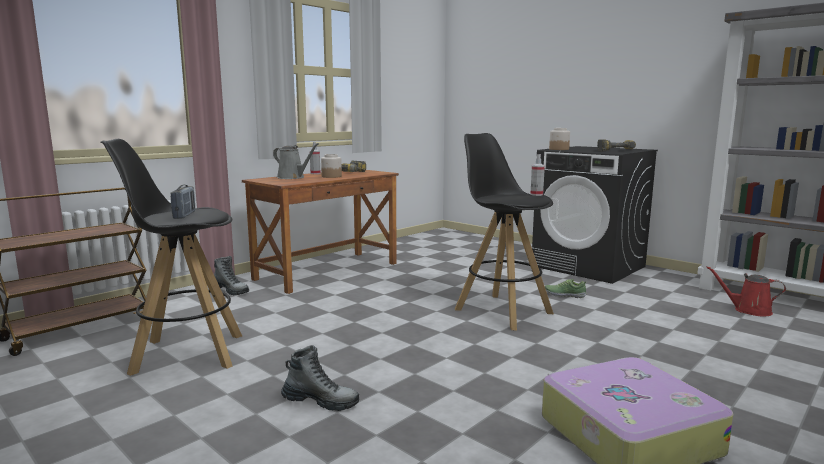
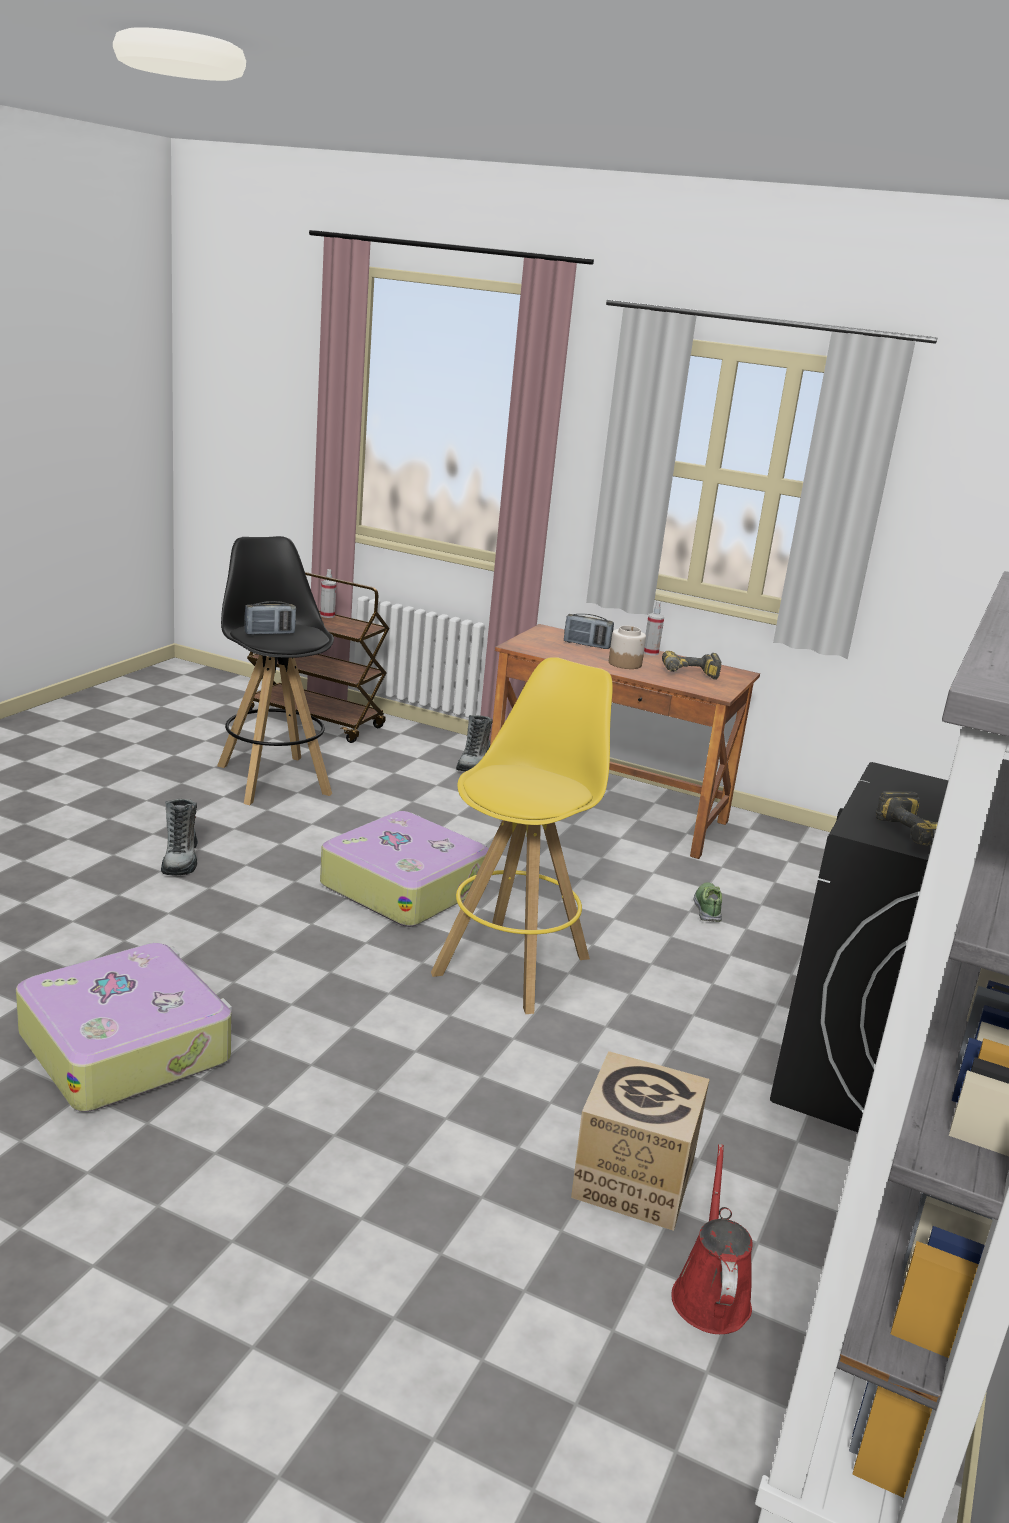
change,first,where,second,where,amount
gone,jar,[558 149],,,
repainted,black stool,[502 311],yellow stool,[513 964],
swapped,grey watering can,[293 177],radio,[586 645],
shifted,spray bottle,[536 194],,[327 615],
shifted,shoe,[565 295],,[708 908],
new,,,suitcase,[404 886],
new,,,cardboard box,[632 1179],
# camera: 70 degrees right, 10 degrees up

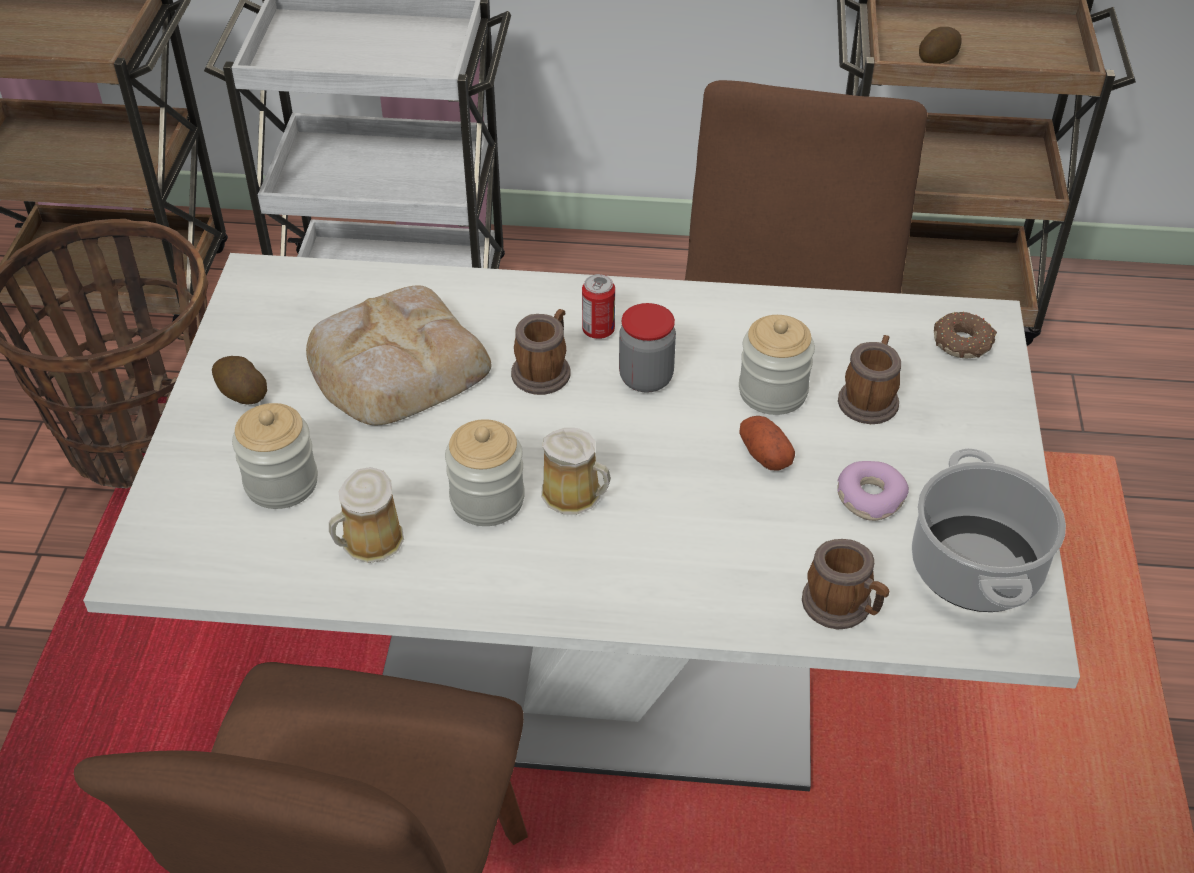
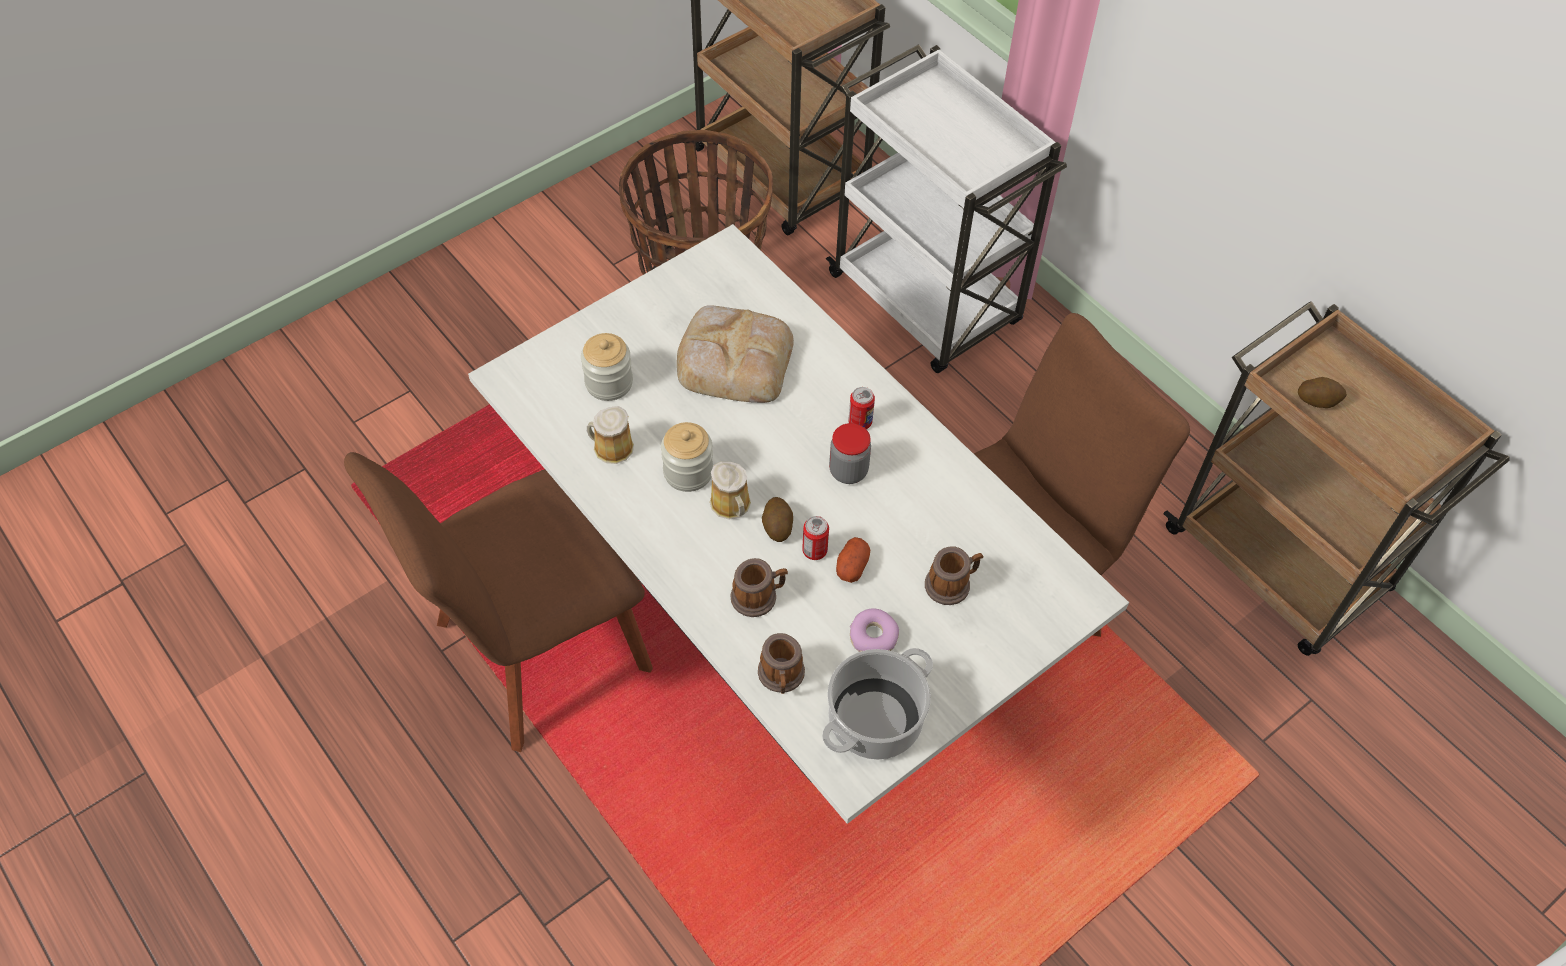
change,first,where,second,where,amount
shifted,mug,[544 370],,[758 596],
gone,donut,[963 343],,,
gone,jar,[773 392],,,
shifted,potato,[241 393],,[777 526],
new,,,can,[814 550],
# camera: 45 degrees right, 10 degrees up

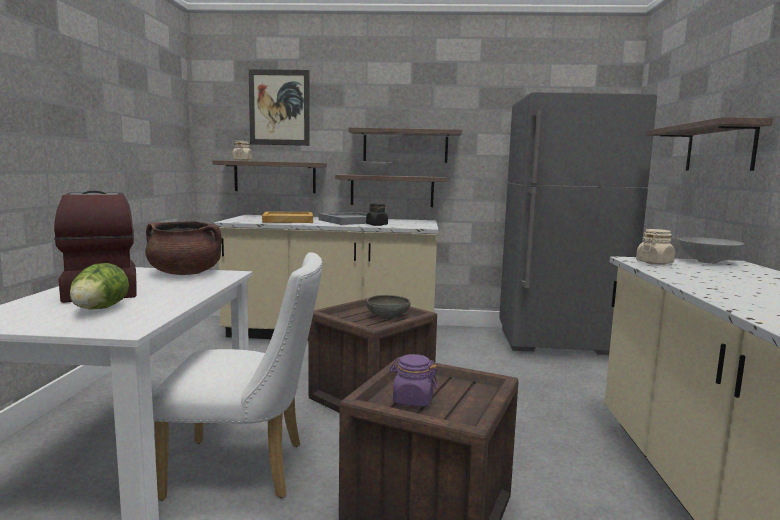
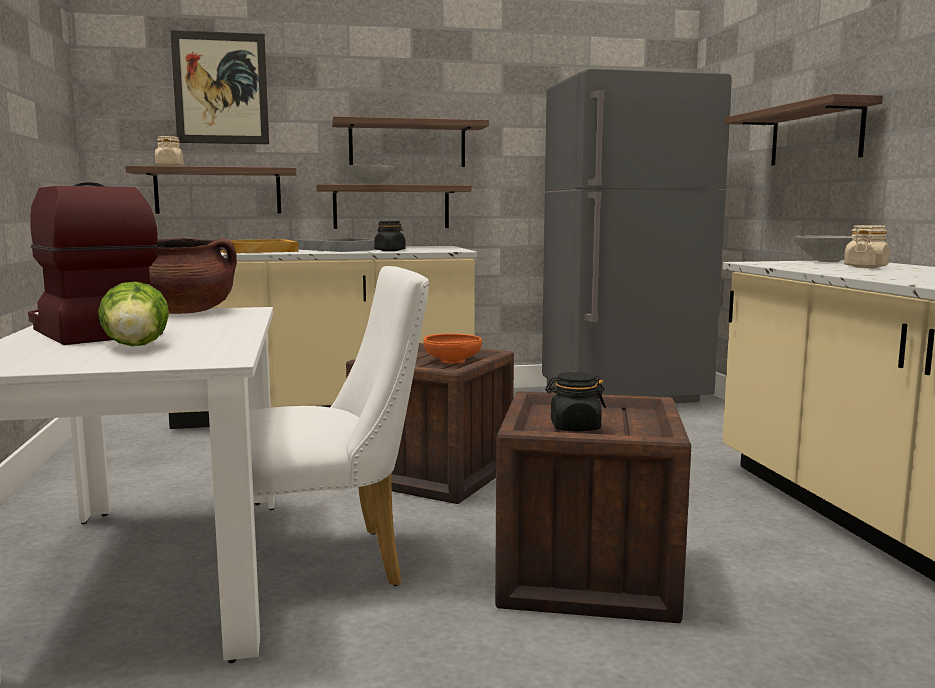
change,first,where,second,where,amount
shifted,beige jar,[654 263],,[865 267],
repainted,grey bowl,[387 317],orange bowl,[452 361],
repainted,purple jar,[412 400],black jar,[574 427],
# camera: 15 degrees left, 0 degrees up

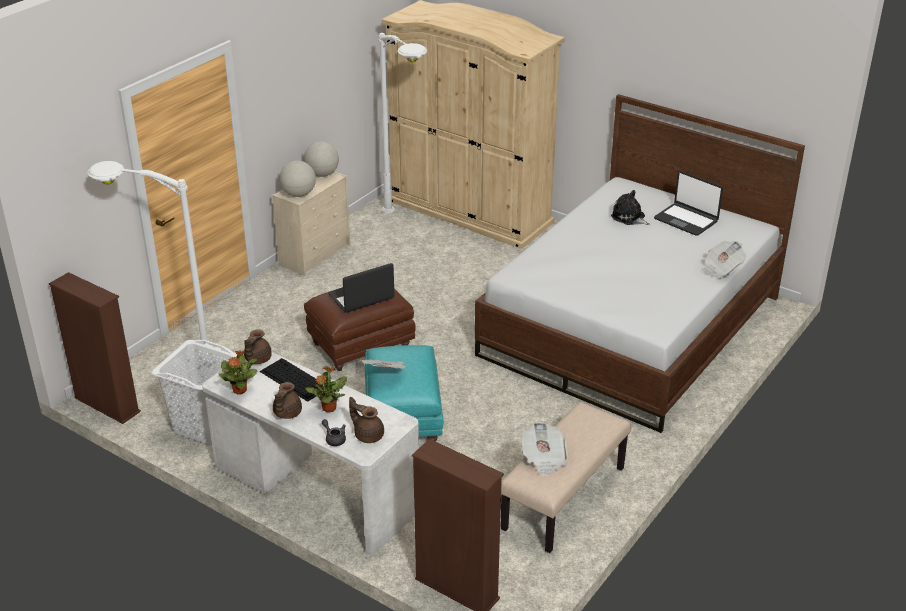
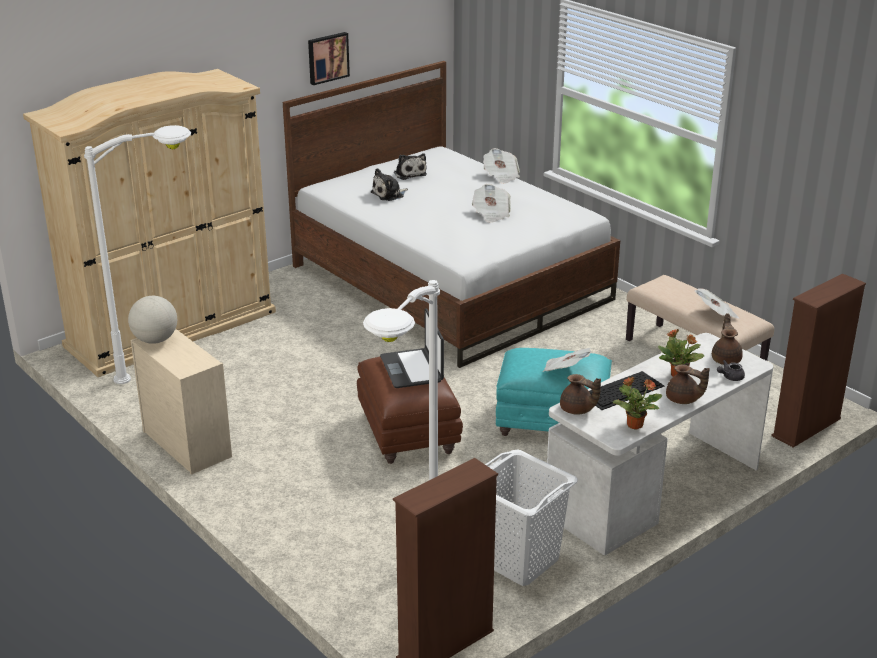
change,first,where,second,where,amount
gone,globe,[298 194],,,
swapped,laptop,[686 220],plush toy,[409 173],
rotated,brown teapot,[368 435],,[726 359],135 degrees clockwise
new,,,picture,[327 57],
new,,,newspaper,[491 214],
# camera: 75 degrees left, 5 degrees down

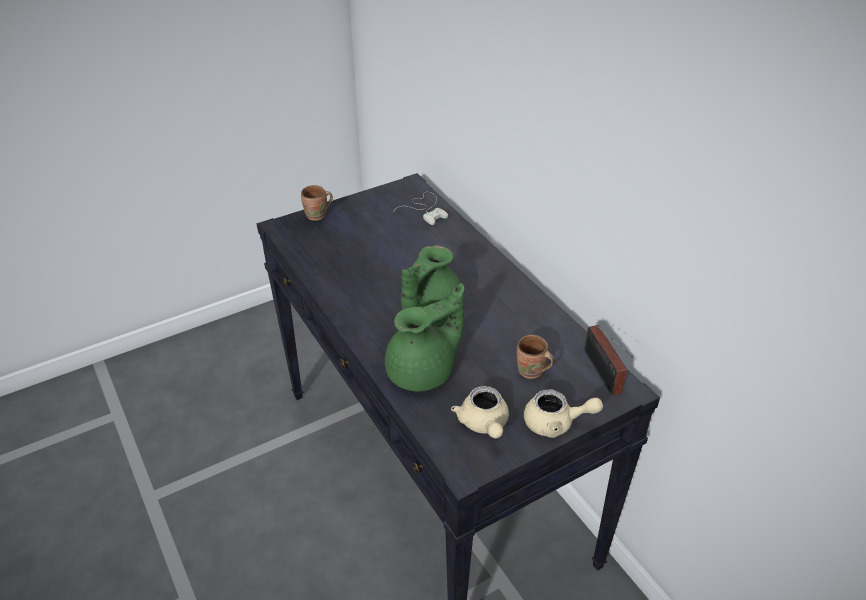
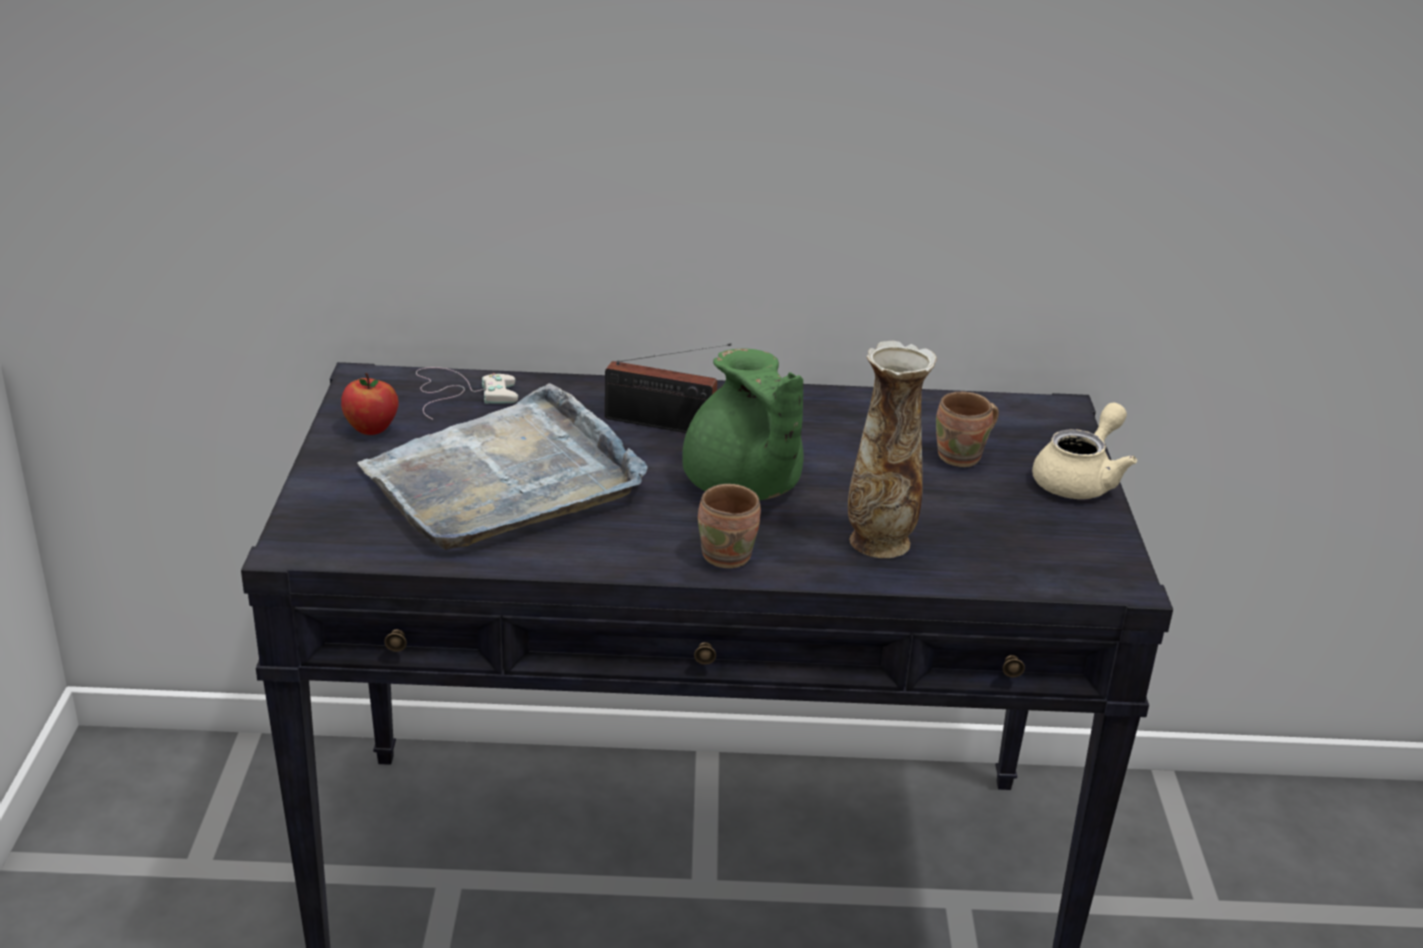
change,first,where,second,where,amount
shifted,brown mug,[317 216],,[730 555],
swapped,green teapot,[423 371],vase,[880 541],
shifted,radio,[603 374],,[665 425],
gone,beige teapot,[484 424],,,
new,,,apple,[371 429],
new,,,grey tray,[505 479],
# camera: 60 degrees left, 10 degrees down

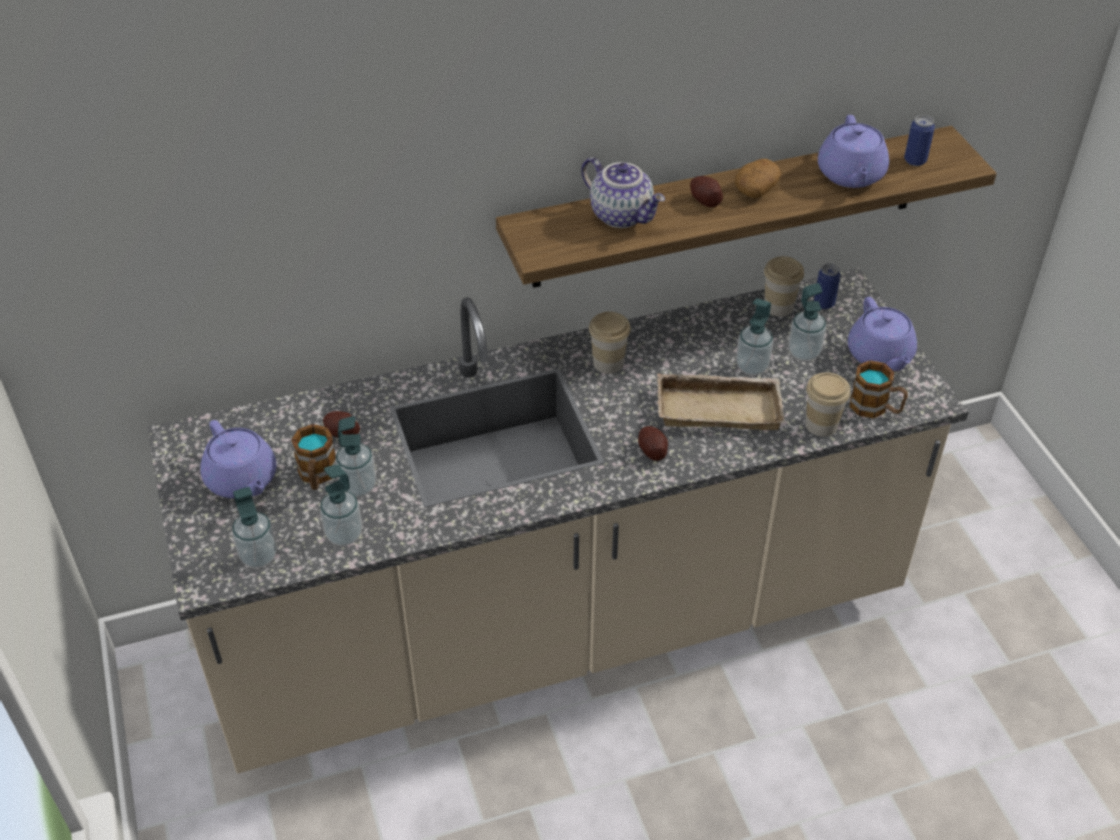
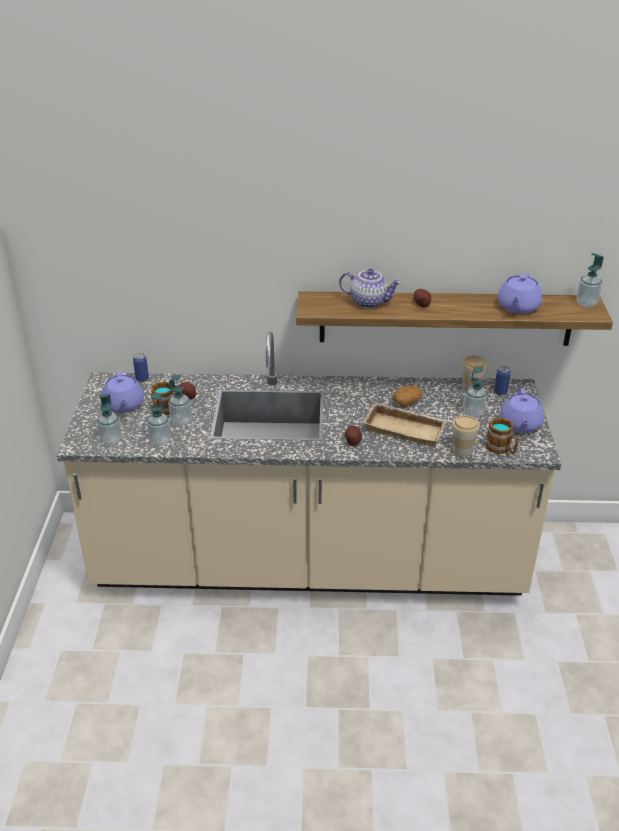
change,first,where,second,where,amount
shifted,can,[915 160],,[142 379],
rotated,teapot,[622 215],,[369 302],45 degrees counterclockwise
shifted,potato,[756 189],,[407 402],
shifted,soap dispenser,[752 366],,[586 303],
gone,cup,[608 363],,,
# camera: 20 degrees right, 10 degrees down

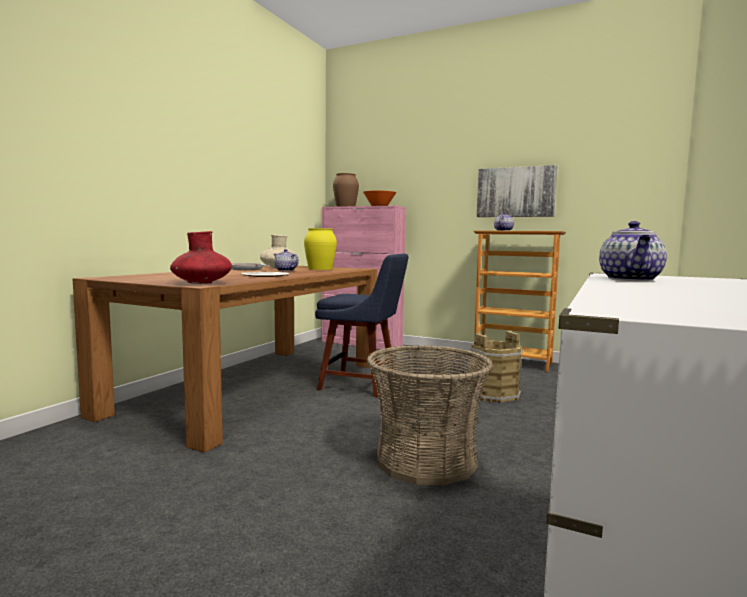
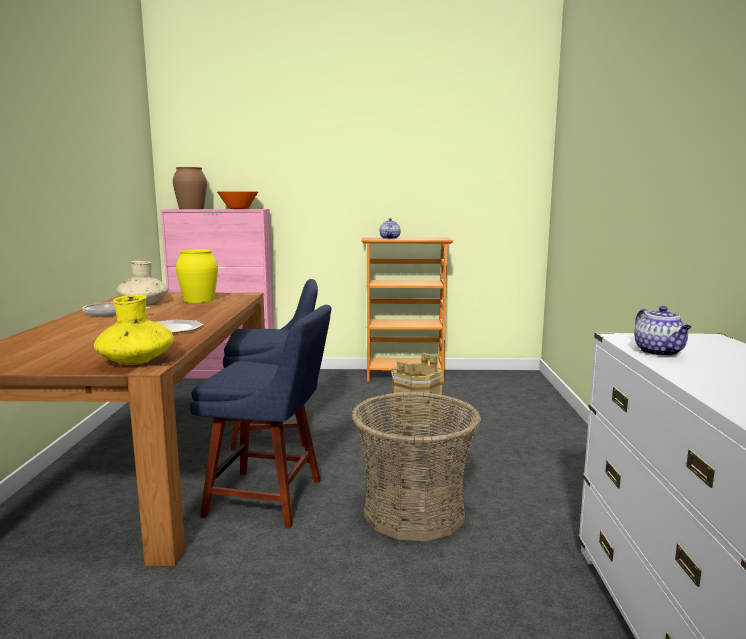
change,first,where,second,where,amount
gone,picture,[515 192],,,
repainted,red vase,[201 283],yellow vase,[136 361],
gone,teapot,[285 270],,,
new,,,blue chair,[270 498],
# camera: 25 degrees left, 5 degrees up

